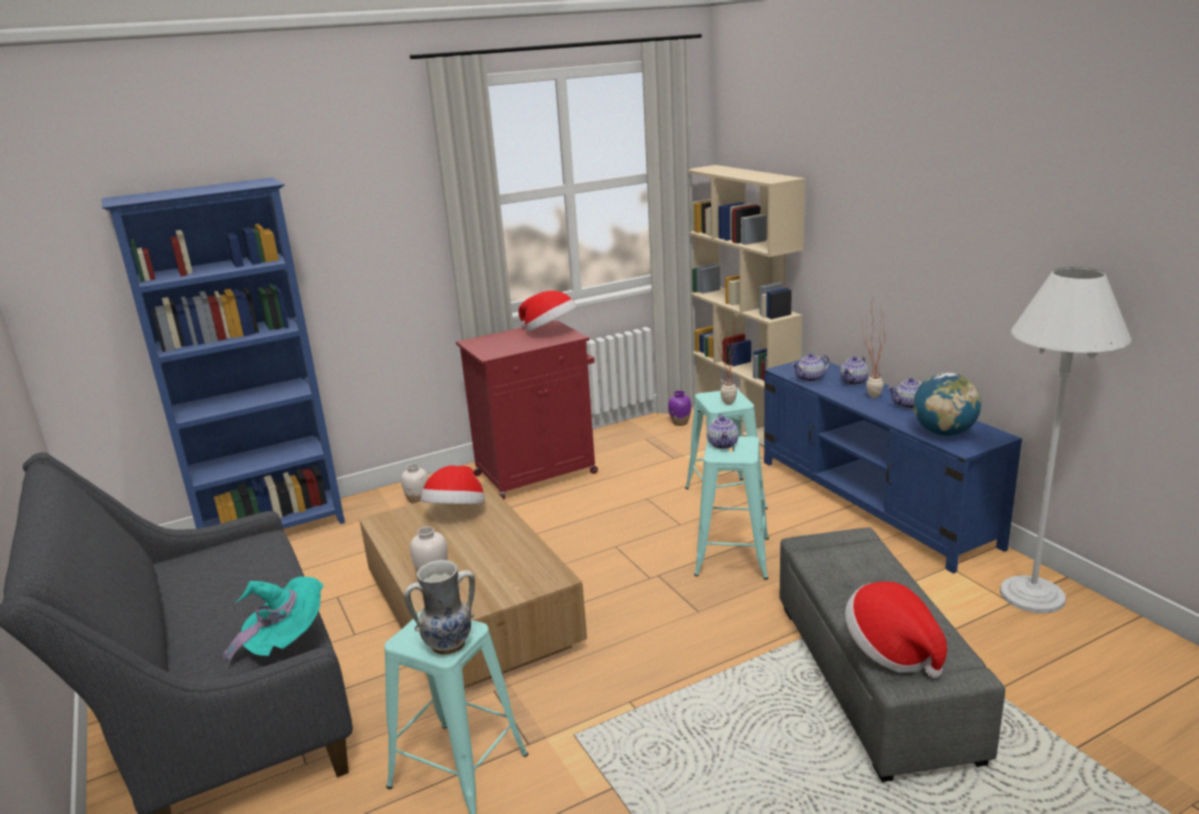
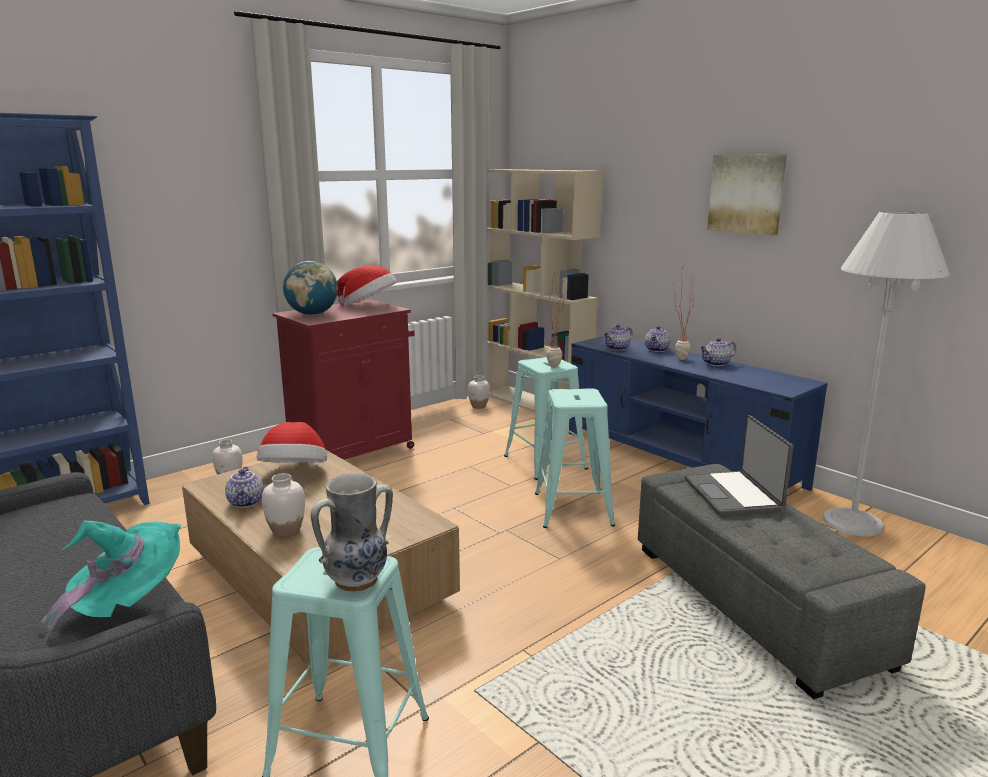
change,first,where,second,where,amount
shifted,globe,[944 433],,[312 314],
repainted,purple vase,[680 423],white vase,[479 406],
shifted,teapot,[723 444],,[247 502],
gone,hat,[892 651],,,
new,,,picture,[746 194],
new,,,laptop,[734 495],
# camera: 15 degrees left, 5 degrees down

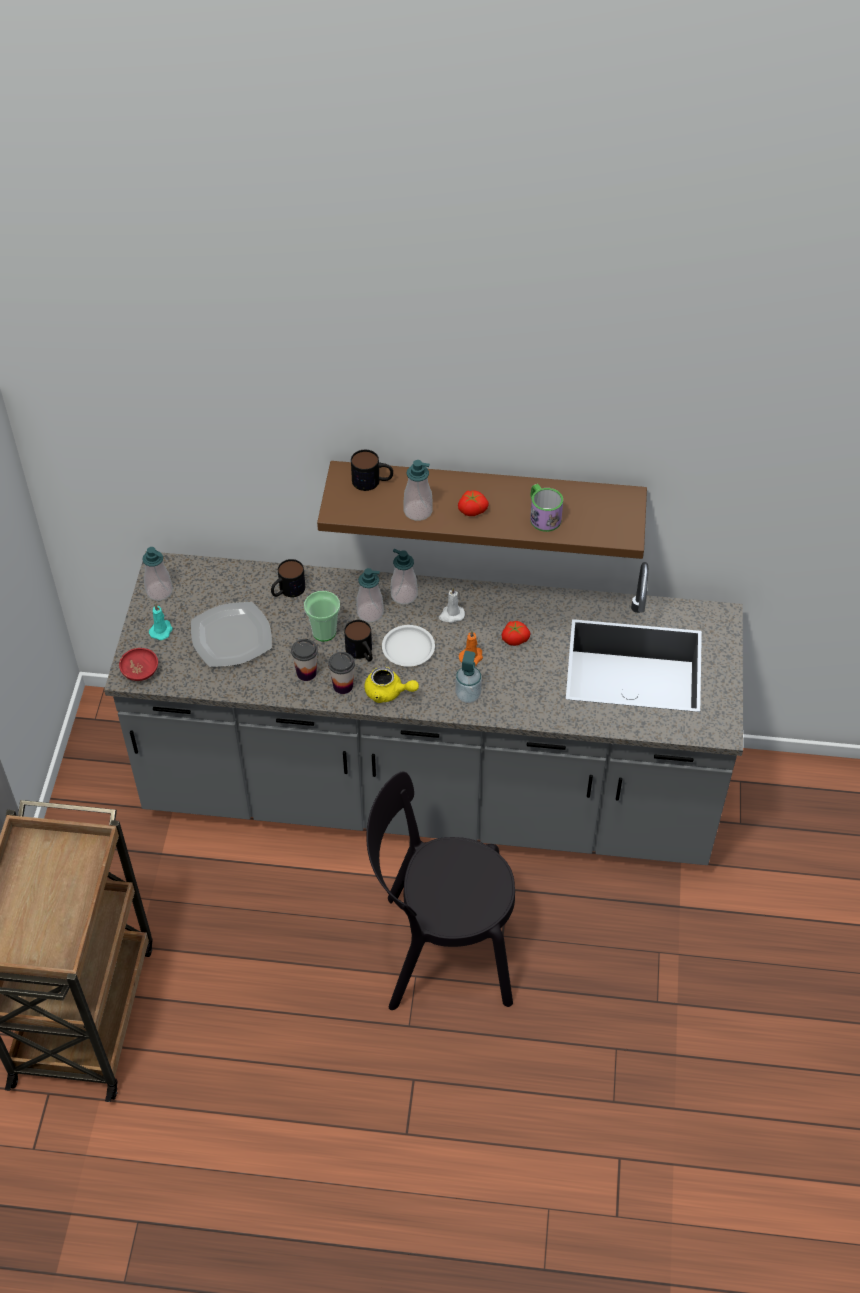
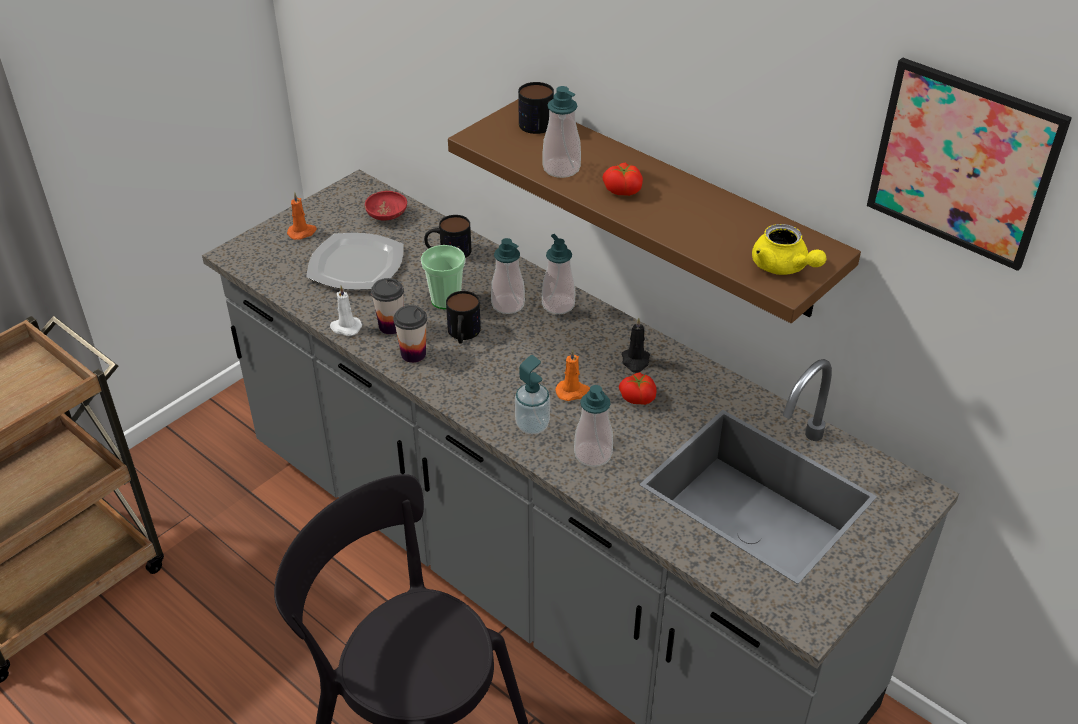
change,first,where,second,where,amount
gone,mug,[542 516],,,
shifted,soap dispenser,[159 591],,[593 454],
shifted,white candle,[451 615],,[345 327],
repainted,turquoise candle,[161 630],orange candle,[302 232],
gone,white plate,[408 648],,,
shifted,red bowl,[140 671],,[387 215],
shifted,yellow teapot,[388 693],,[783 267],
new,,,picture,[962 163],
new,,,black candle,[635 361],
# camera: 35 degrees right, 10 degrees down

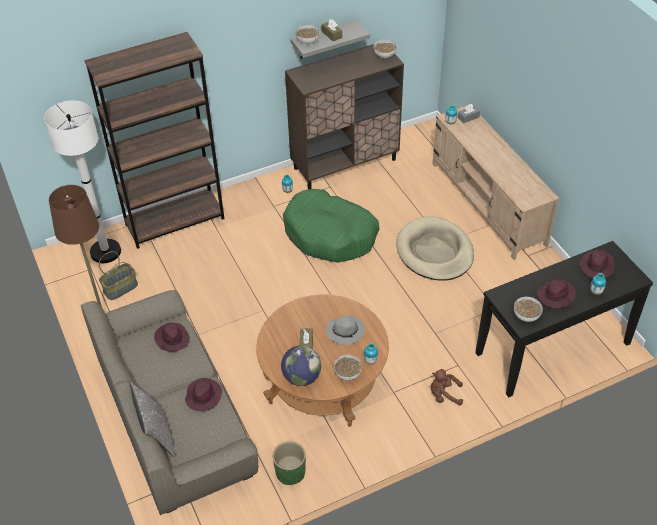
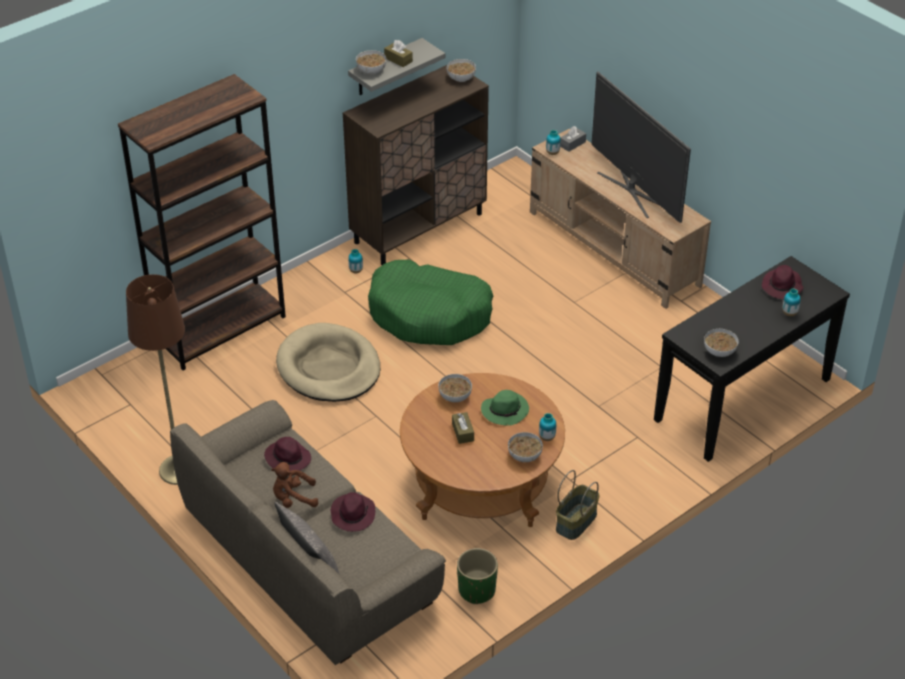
change,first,where,second,where,amount
gone,white floor lamp,[105 252],,,
shifted,beige dog bed,[434 252],,[329 367],
shifted,basket,[120 288],,[575 521],
gone,purple hat,[555 296],,,
repainted,grey hat,[346 331],green hat,[505 410],
gone,globe,[301 377],,,
shifted,brown plush toy,[444 395],,[293 499],
new,,,television,[633 190],
new,,,bowl,[454 397],
# camera: 15 degrees left, 5 degrees down

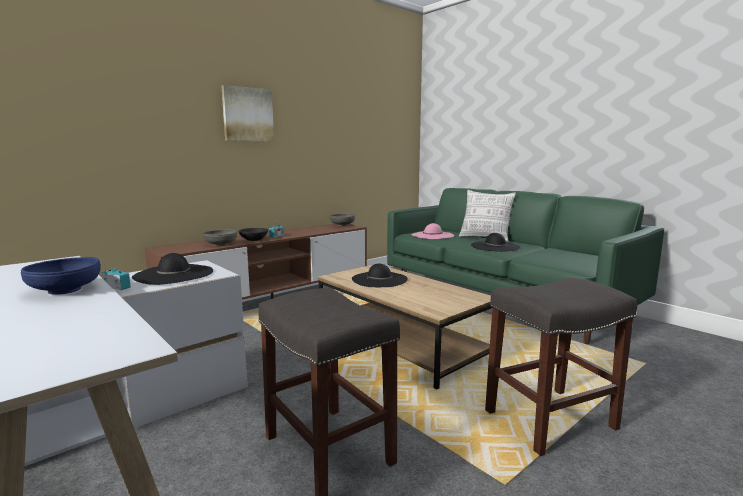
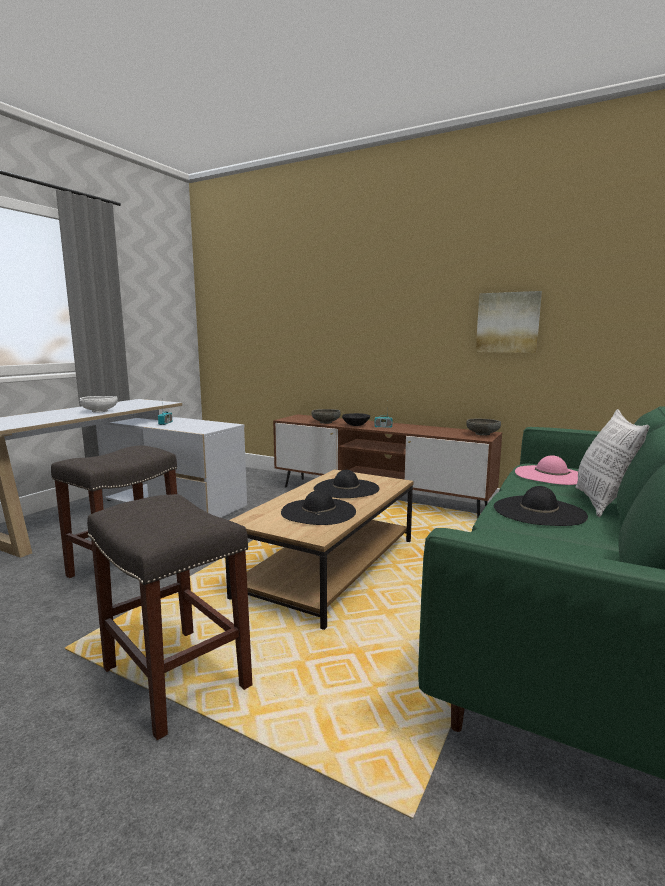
change,first,where,second,where,amount
shifted,picture,[247 114],,[508 322],
shifted,black hat,[173 274],,[318 511],
repainted,blue bowl,[65 290],white bowl,[99 411],
# camera: 70 degrees right, 0 degrees up

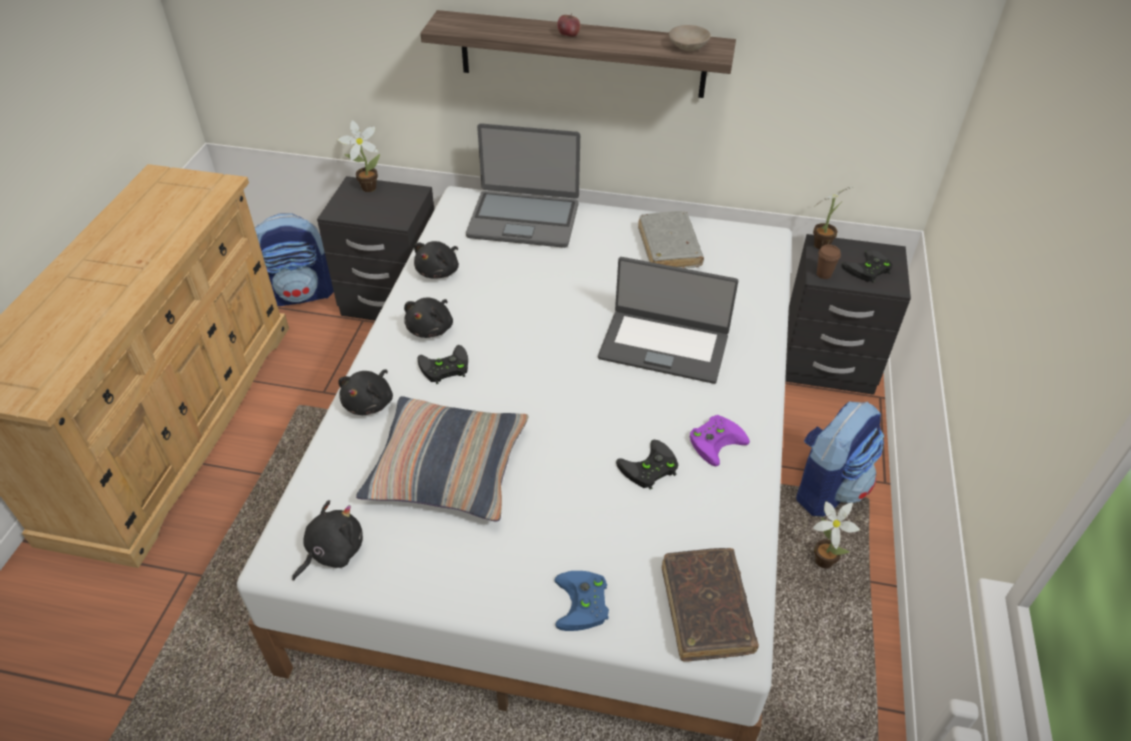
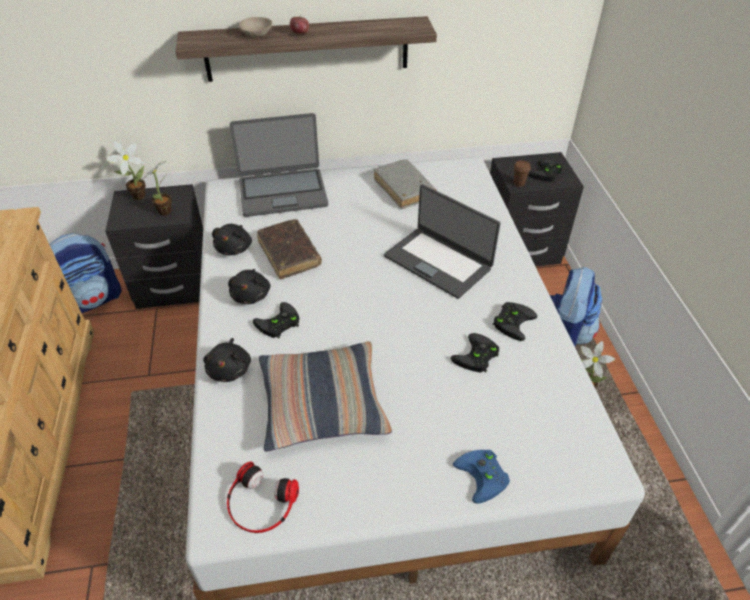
change,first,where,second,where,amount
shifted,beige bowl,[689 46],,[257 34],
shifted,potted plant,[824 244],,[167 210],
rotated,laptop,[664 345],,[438 261],45 degrees clockwise
repainted,purple game controller,[716 440],black game controller,[512 321],
swapped,black plush toy,[332 551],headphones,[260 503],
shifted,brown book,[706 609],,[289 254],
# camera: 20 degrees left, 0 degrees up

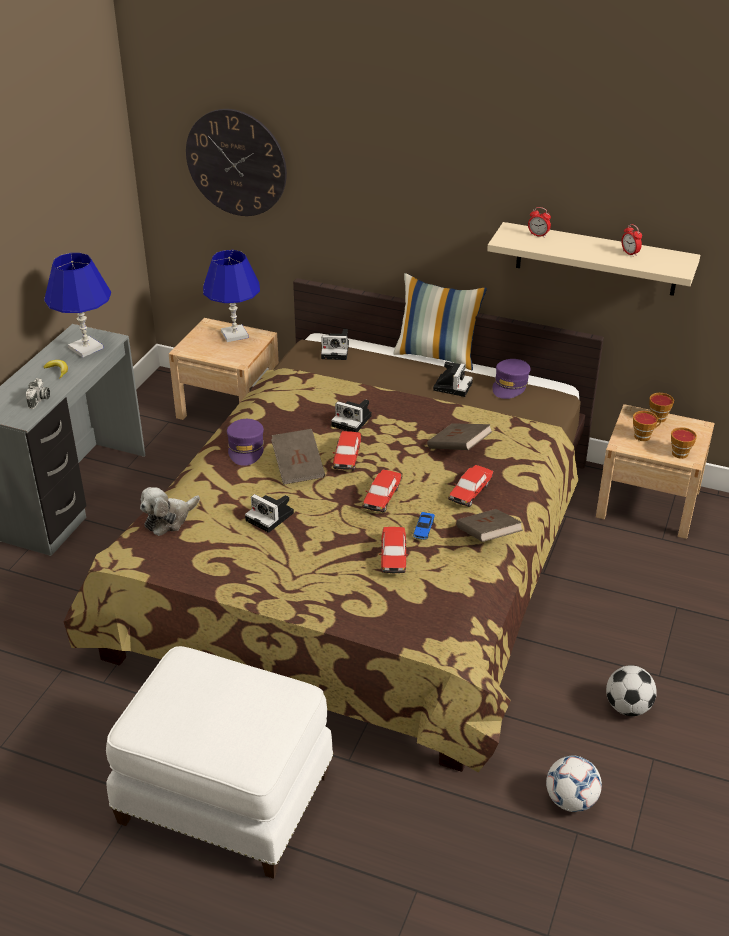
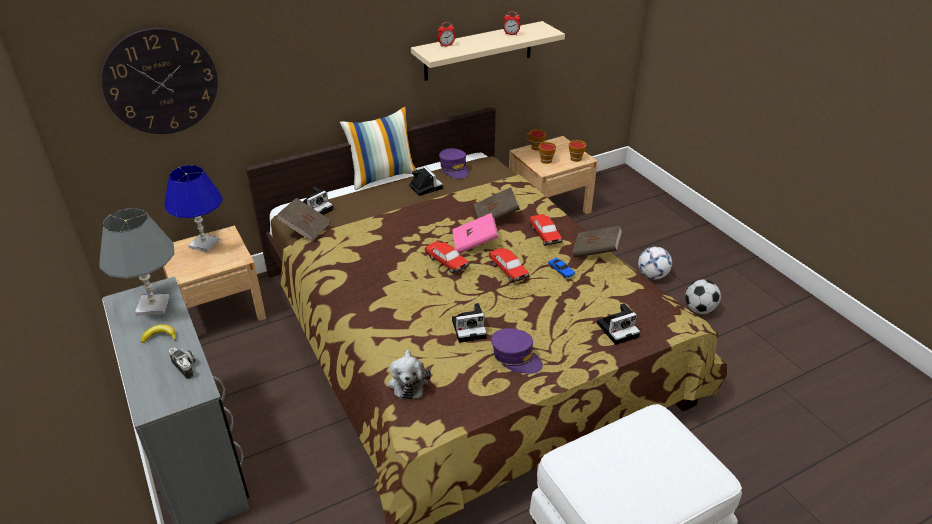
change,first,where,second,where,amount
repainted,blue table lamp,[86 348],grey table lamp,[153 306],
shifted,photo camera,[353 421],,[618 329],
shifted,purple cap,[246 448],,[516 357],
shifted,brown book,[298 468],,[305 228],
gone,toy car,[393 556],,,
shifted,football,[571 800],,[652 275],
new,,,pink book,[475 243],
# camera: 50 degrees left, 0 degrees up

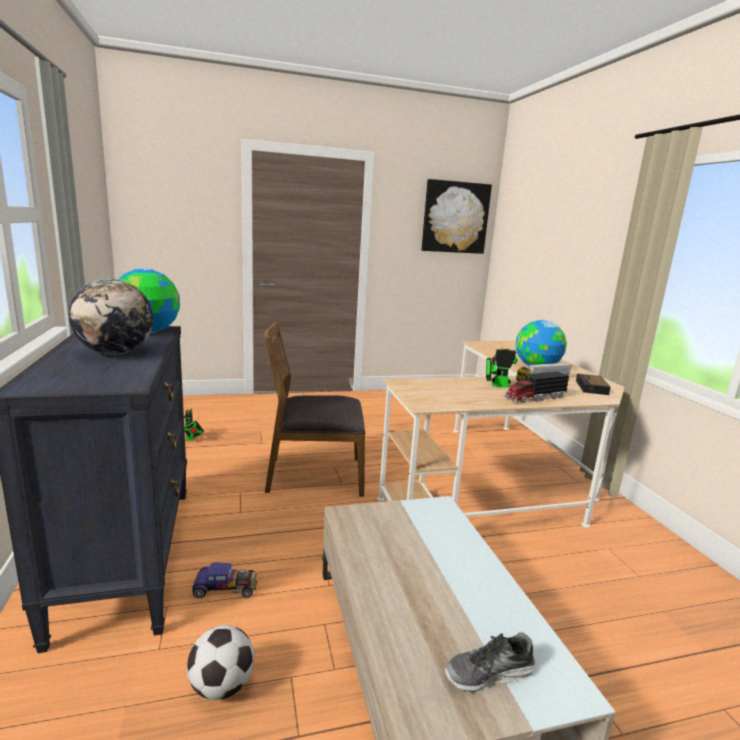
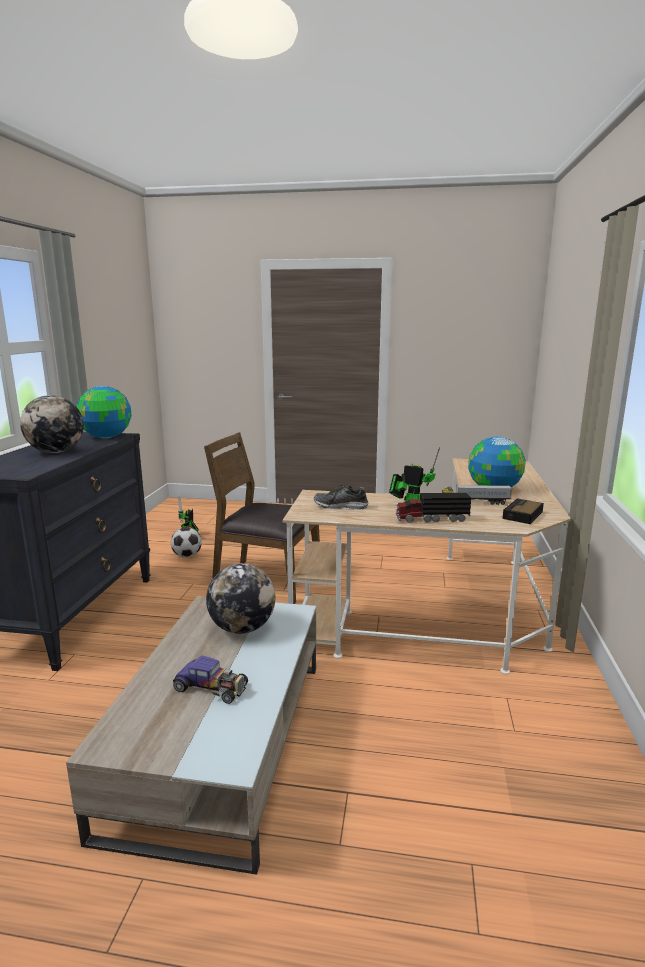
change,first,where,second,where,amount
gone,picture,[455 217],,,
shifted,toy car,[225 587],,[211 687],
shifted,football,[221 686],,[187 556],
shifted,shoe,[489 674],,[341 506],
new,,,globe,[242 628],
# camera: 25 degrees right, 0 degrees up

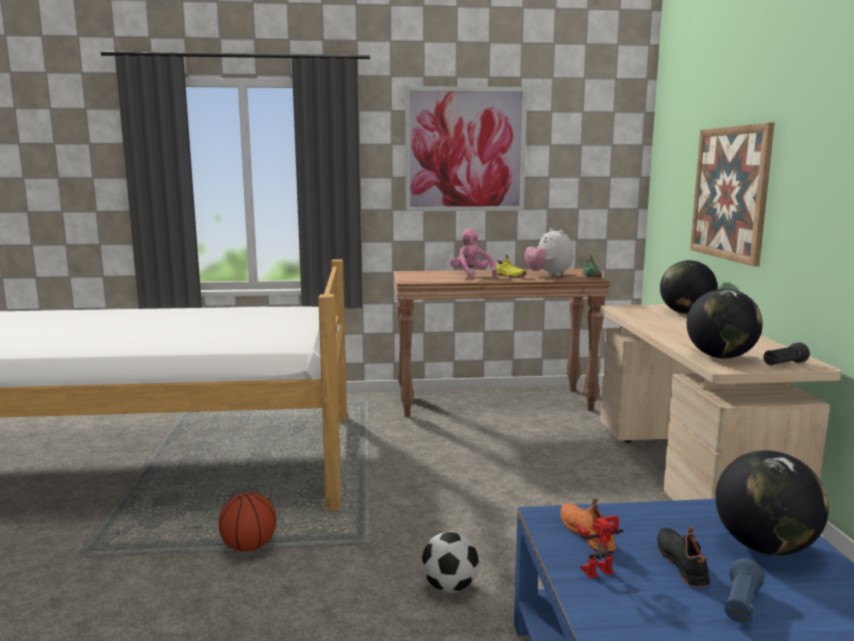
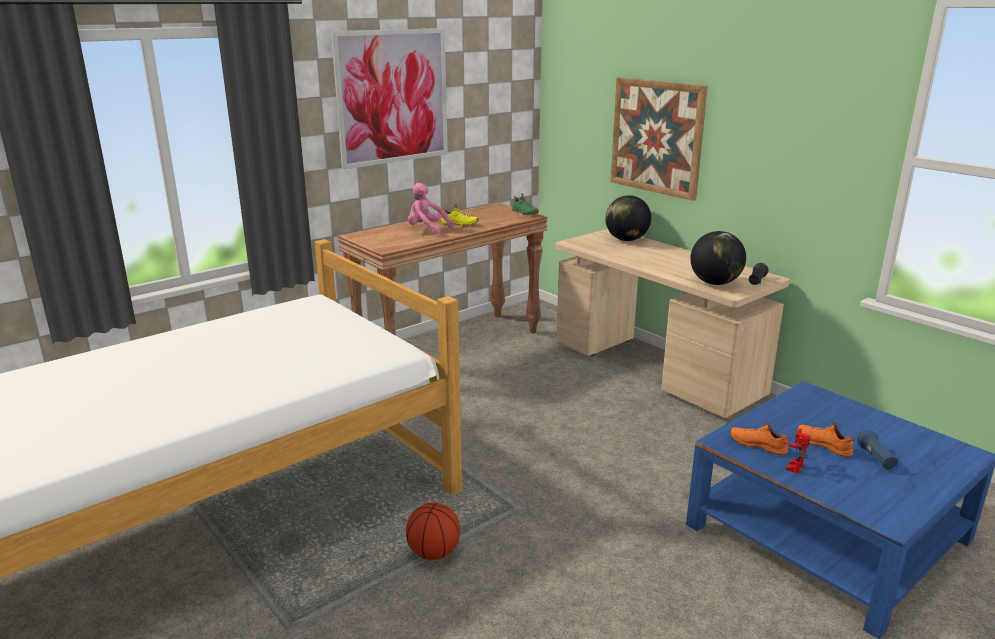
change,first,where,second,where,amount
gone,plush toy,[548 275],,,
gone,globe,[764 547],,,
repainted,black shoe,[683 564],orange shoe,[824 445],
gone,football,[450 587],,,
# camera: 35 degrees left, 10 degrees up

